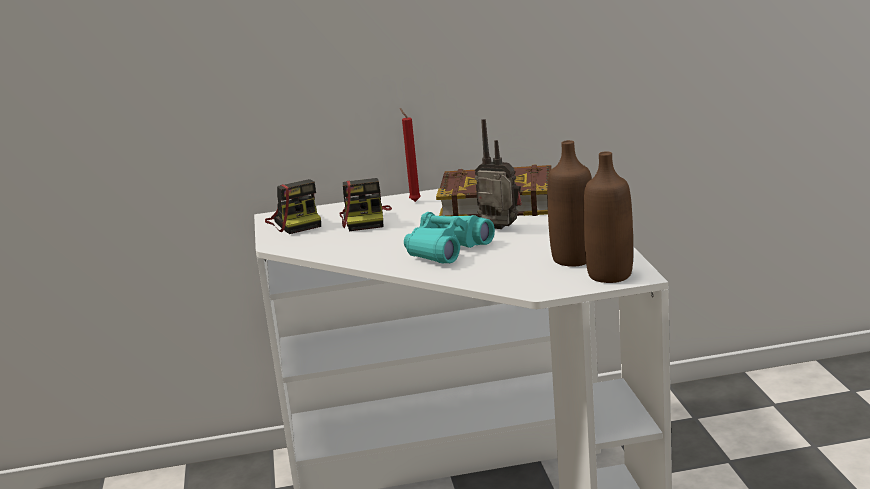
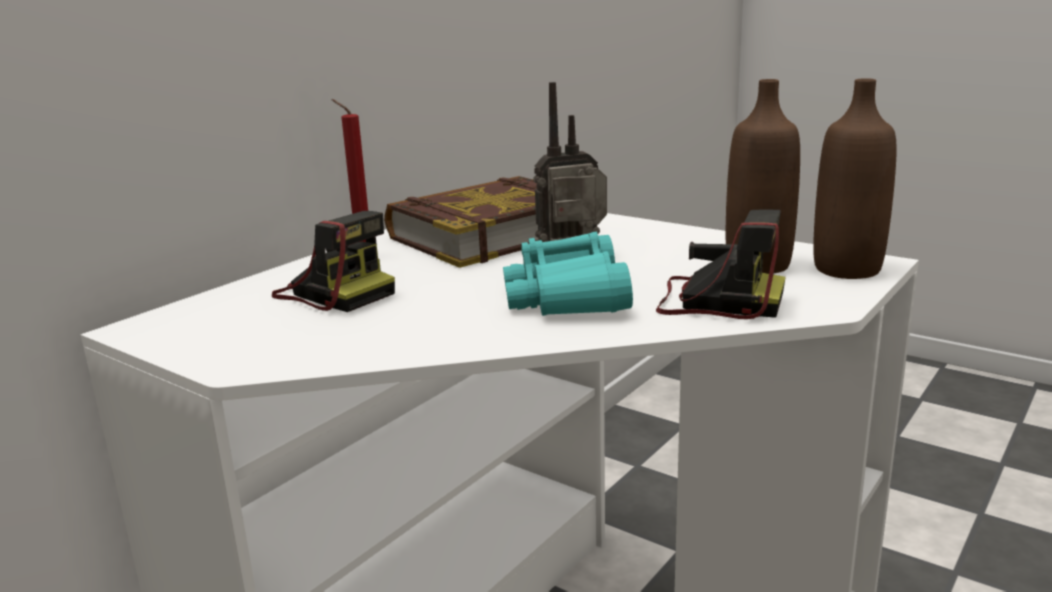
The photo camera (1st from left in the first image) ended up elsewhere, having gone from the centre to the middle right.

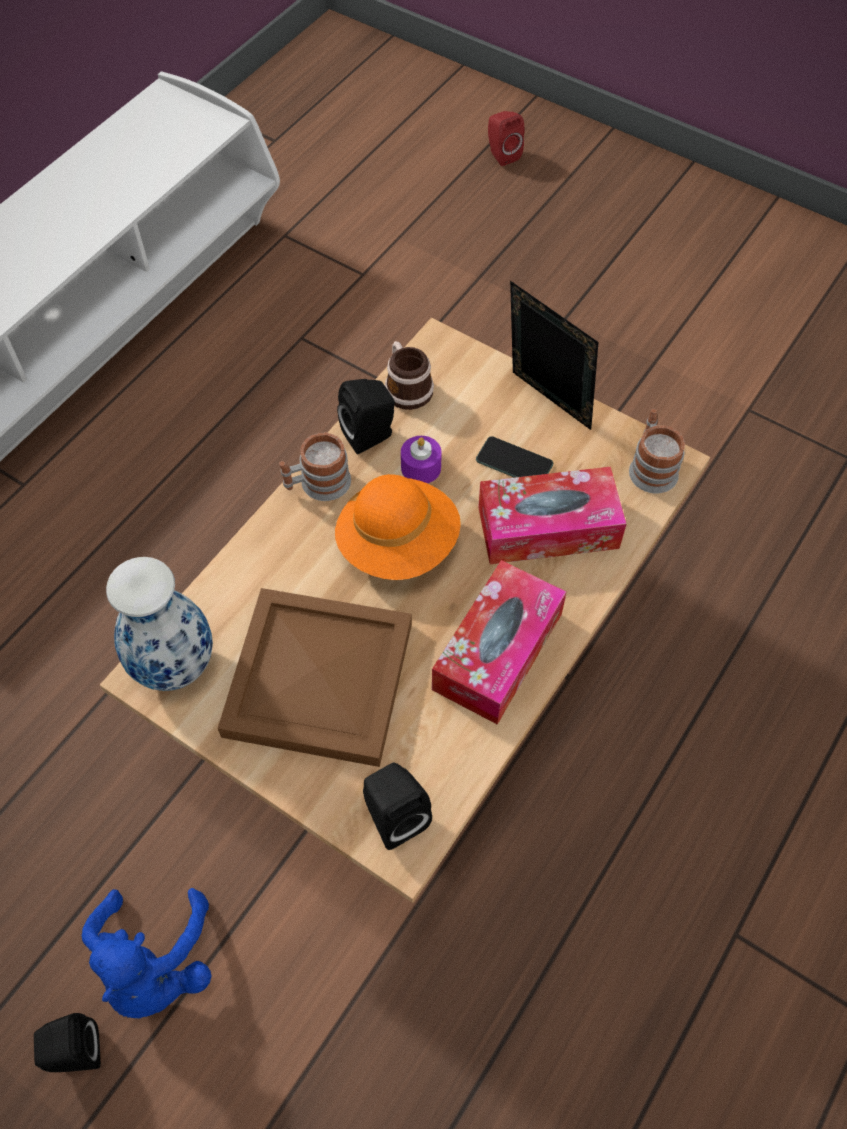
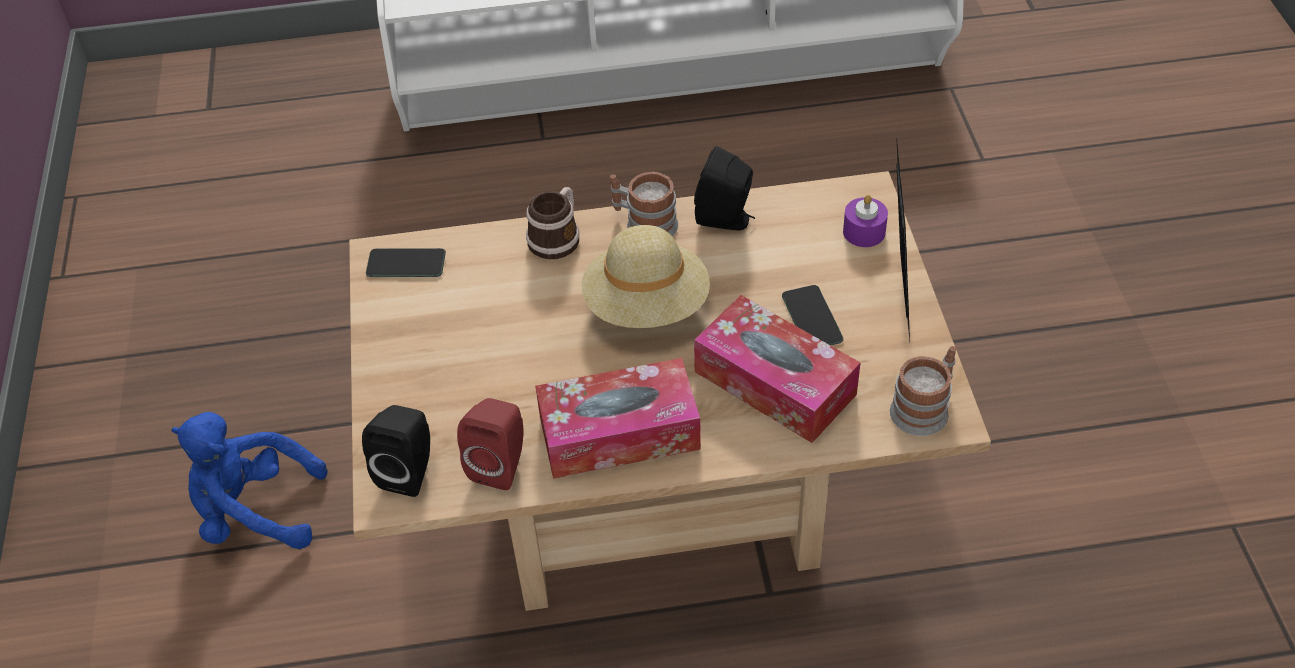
The second view lost the black speaker (1st from left) at the bottom left. The blue plush toy at the bottom left ended up facing another way, 45 degrees clockwise from before. Where the vase stood at the middle left, the phone (1st from left) came to stand at the middle left. The second view lost the brown tray at the centre. What was the orange hat at the centre turned into the beige hat at the centre. The mug (2nd from left in the first image) ended up elsewhere, having gone from the top centre to the centre. The purple candle ended up elsewhere, having gone from the centre to the top right. The red speaker ended up elsewhere, having gone from the top centre to the centre.

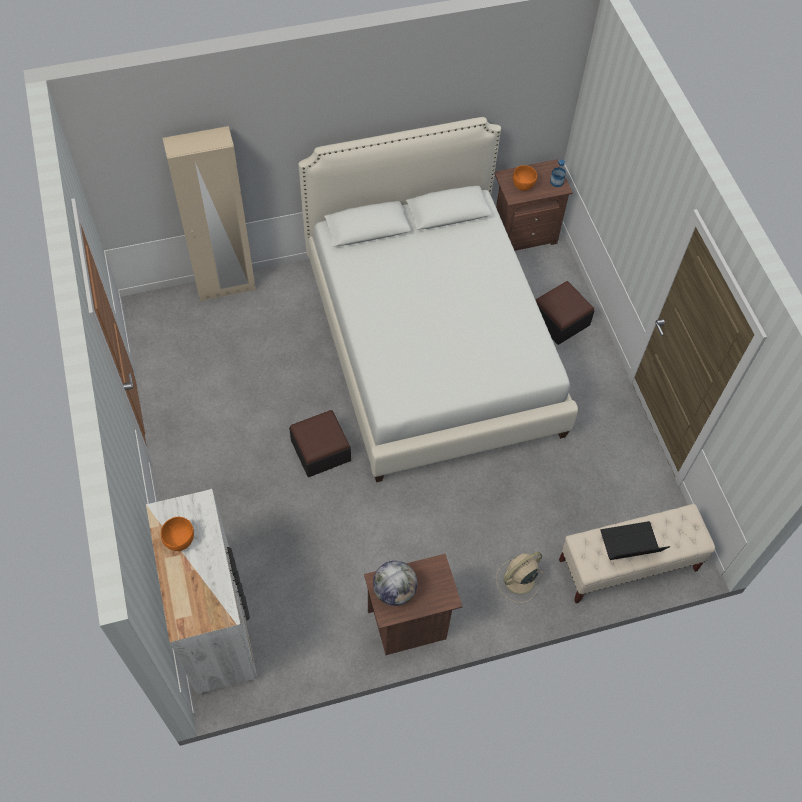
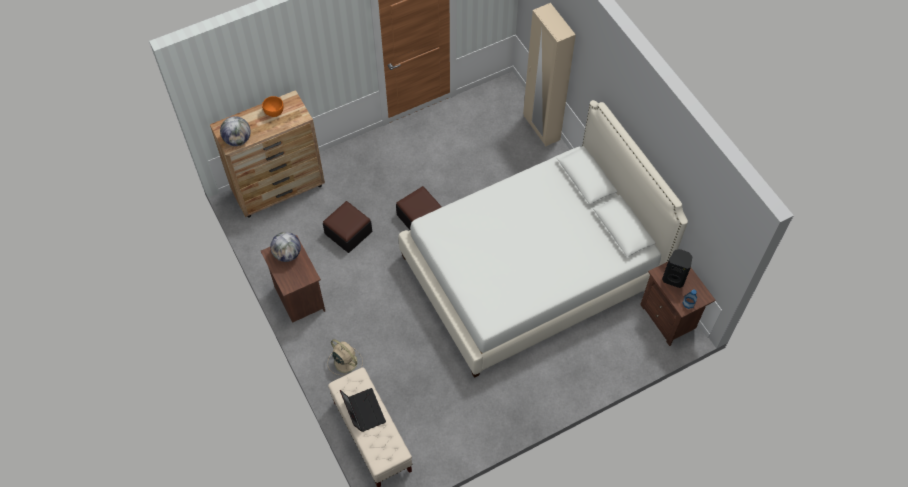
What was the white dresser at the bottom left turned into the brown dresser at the top left. Where the orange bowl (2nd from left) stood at the top centre, the black speaker came to stand at the middle right. The ottoman (2nd from left in the first image) ended up elsewhere, having gone from the middle right to the centre. The second view gained the globe (1st from left) at the top left.

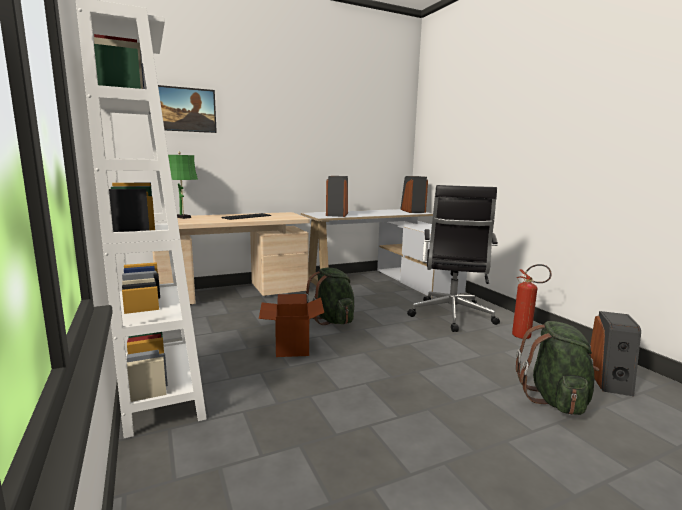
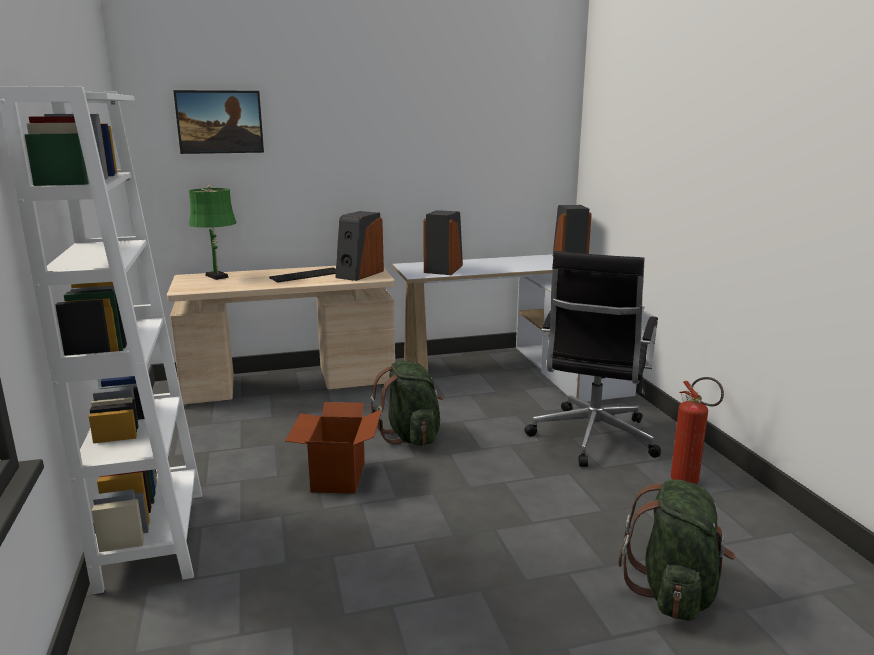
The speaker (3rd from left in the first image) ended up elsewhere, having gone from the bottom right to the centre.

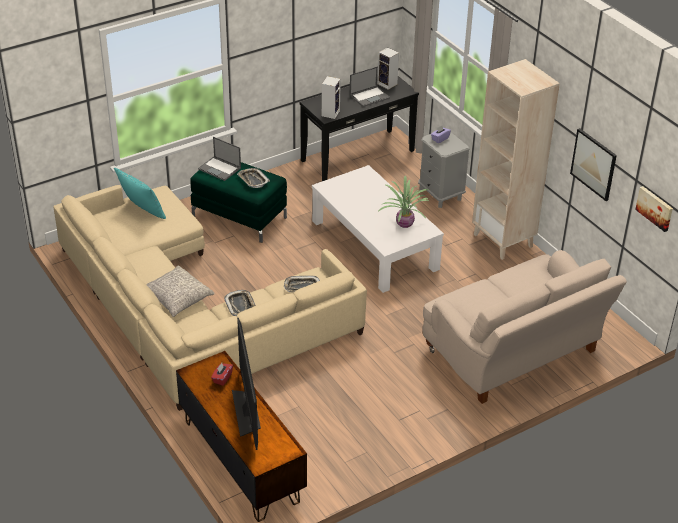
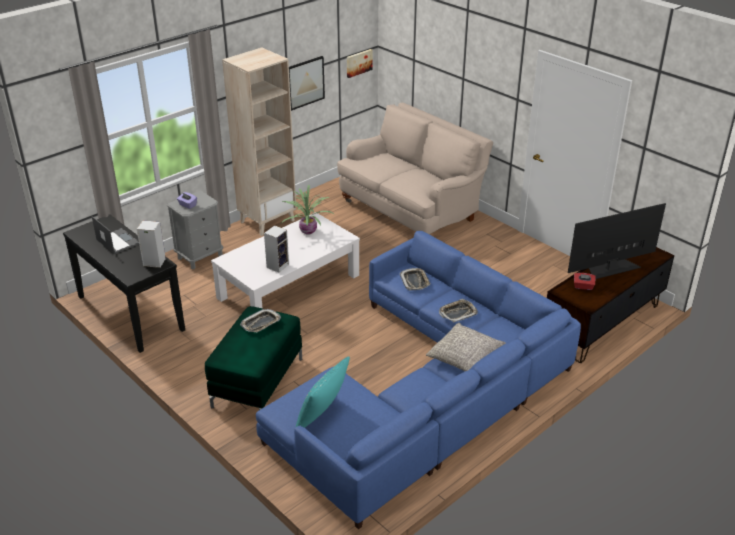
What was the beige sofa (1st from left) at the middle left turned into the blue sofa at the bottom centre. The second view lost the laptop (1st from left) at the top left. The speaker (2nd from left) ended up elsewhere, having gone from the top centre to the centre.

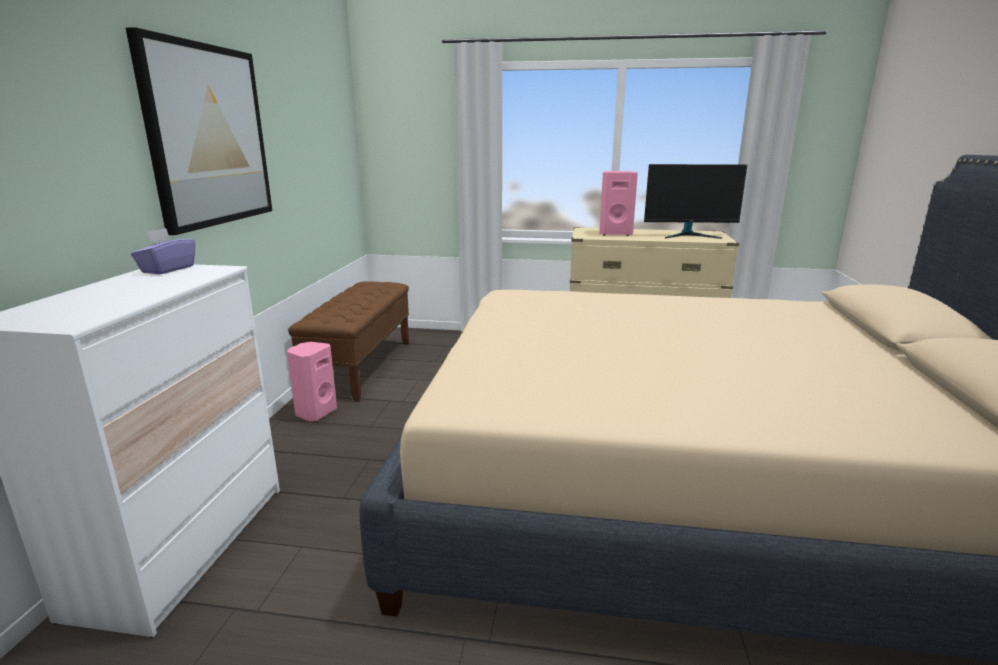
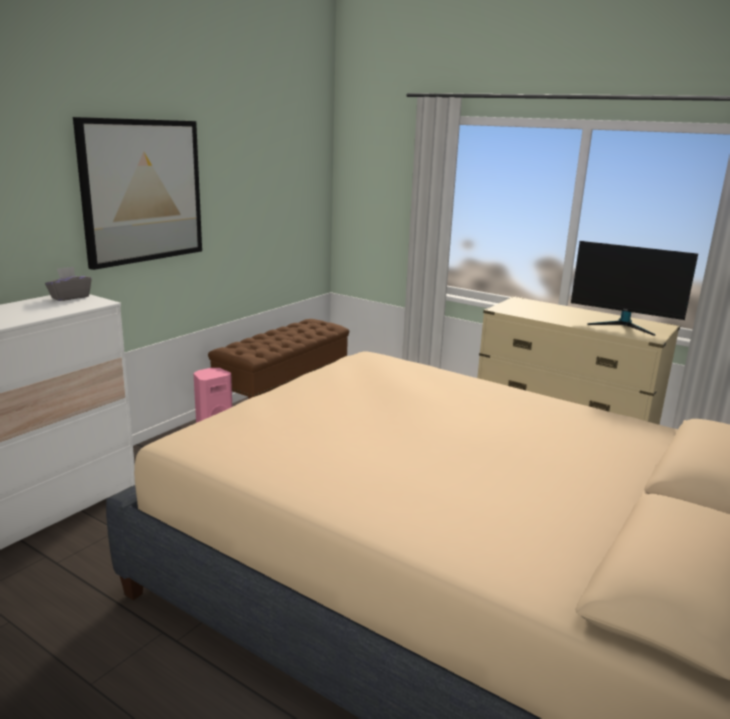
What was the purple tissue box at the middle left turned into the grey tissue box at the middle left. The second view lost the pink speaker (2nd from left) at the top centre.

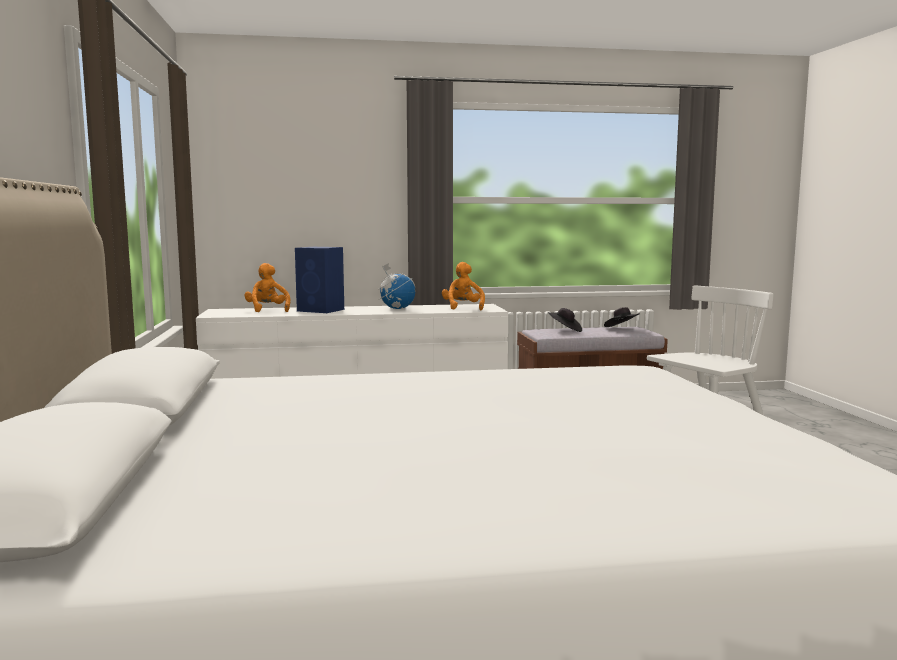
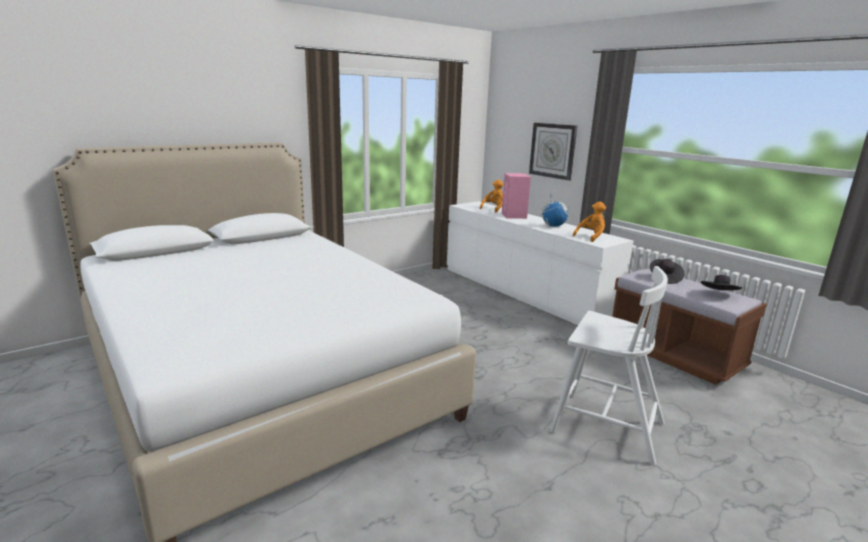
What was the blue speaker at the centre turned into the pink speaker at the centre. The second view gained the wall clock at the top centre.

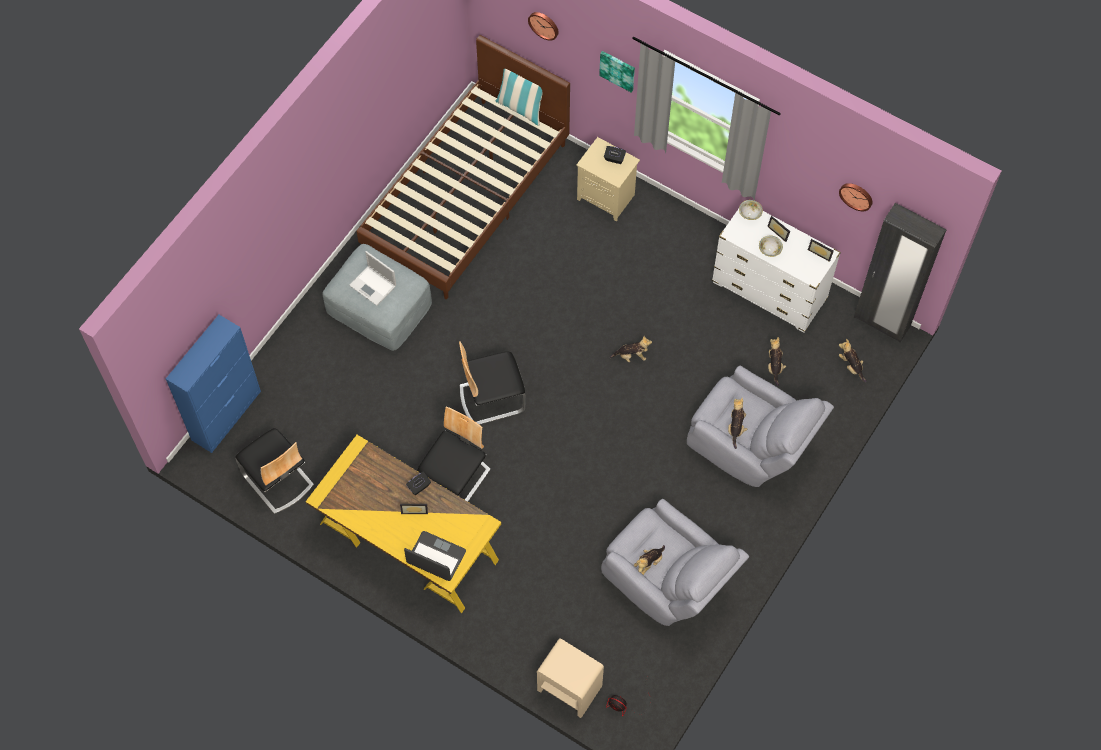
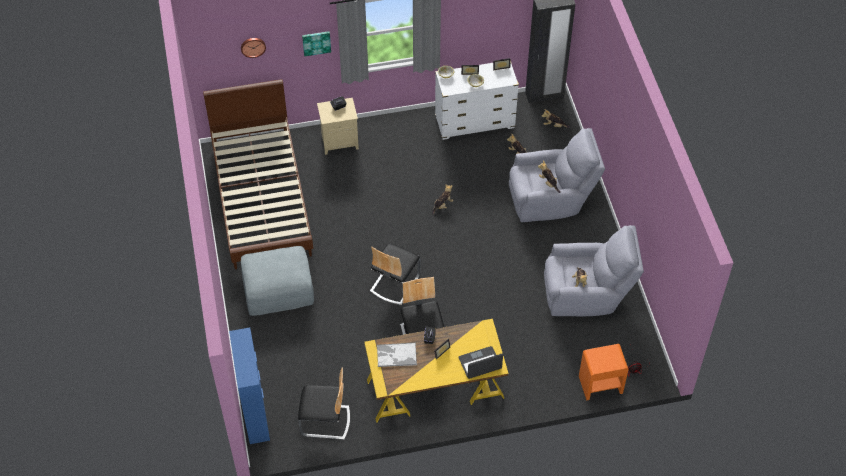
The second view lost the laptop (1st from left) at the centre. The second view lost the pillow at the top centre. What was the beige nightstand (1st from left) at the bottom centre turned into the orange nightstand at the bottom right. The second view lost the wall clock (2nd from left) at the top right. The second view gained the tray at the bottom centre.

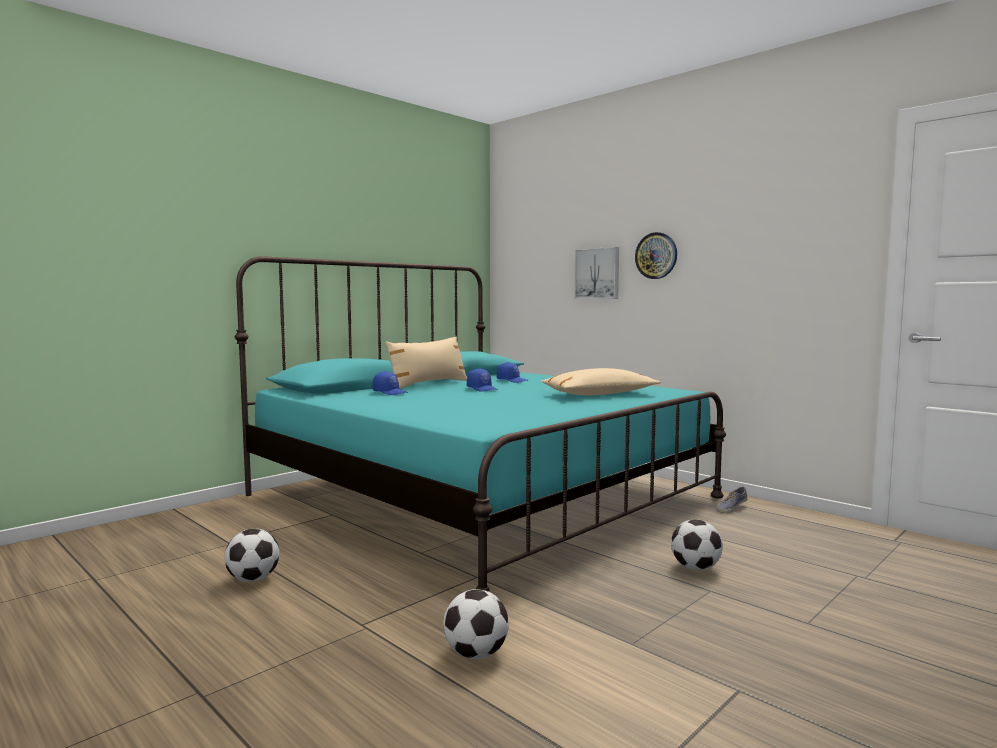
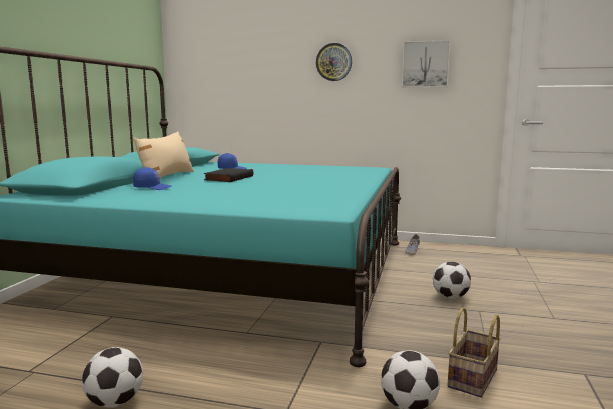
Where the blue cap (2nd from left) stood at the centre, the black book came to stand at the centre. The second view lost the beige pillow (2nd from left) at the centre. The picture ended up elsewhere, having gone from the centre to the top right. The second view gained the basket at the bottom right.

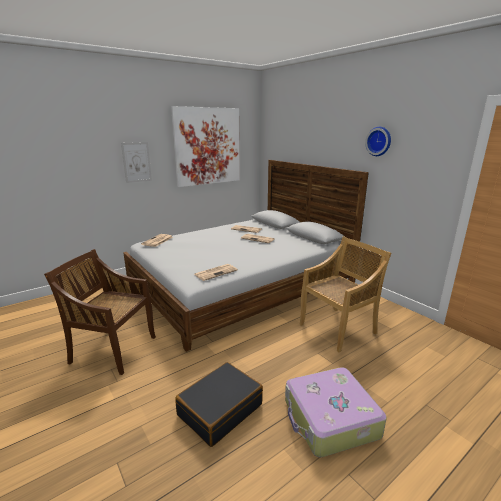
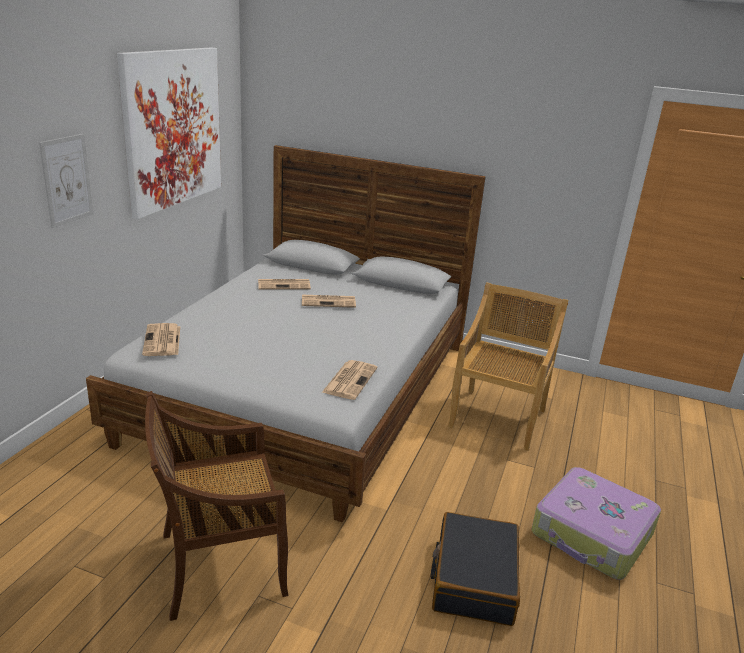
The second view lost the wall clock at the top right.

